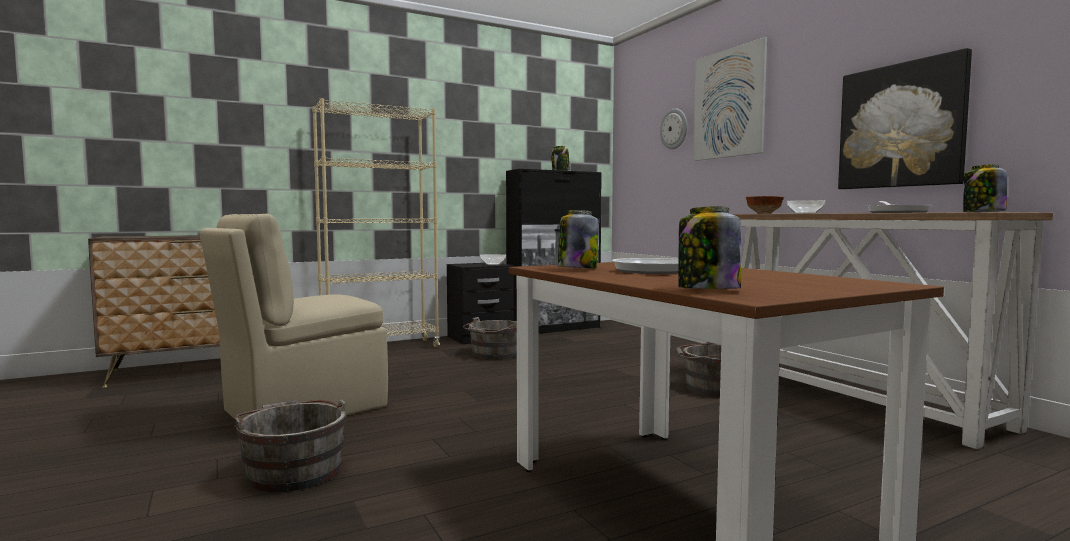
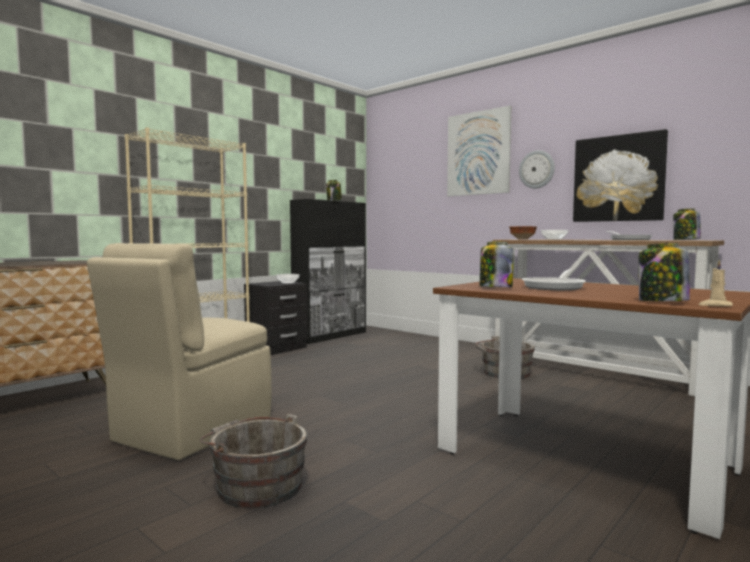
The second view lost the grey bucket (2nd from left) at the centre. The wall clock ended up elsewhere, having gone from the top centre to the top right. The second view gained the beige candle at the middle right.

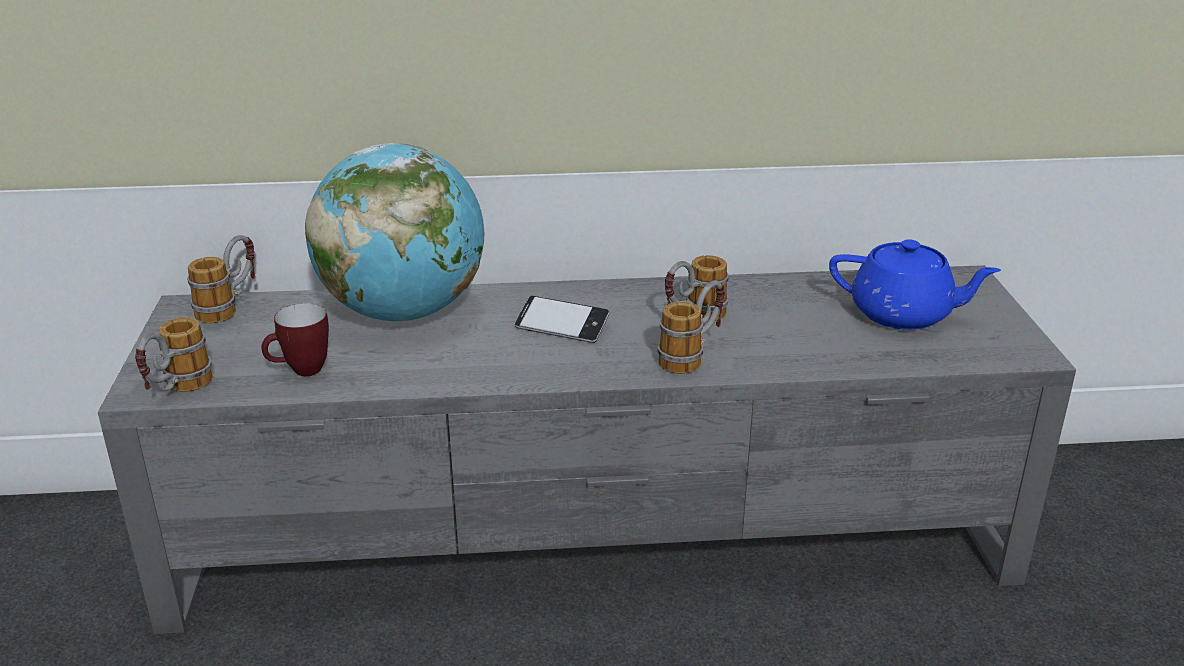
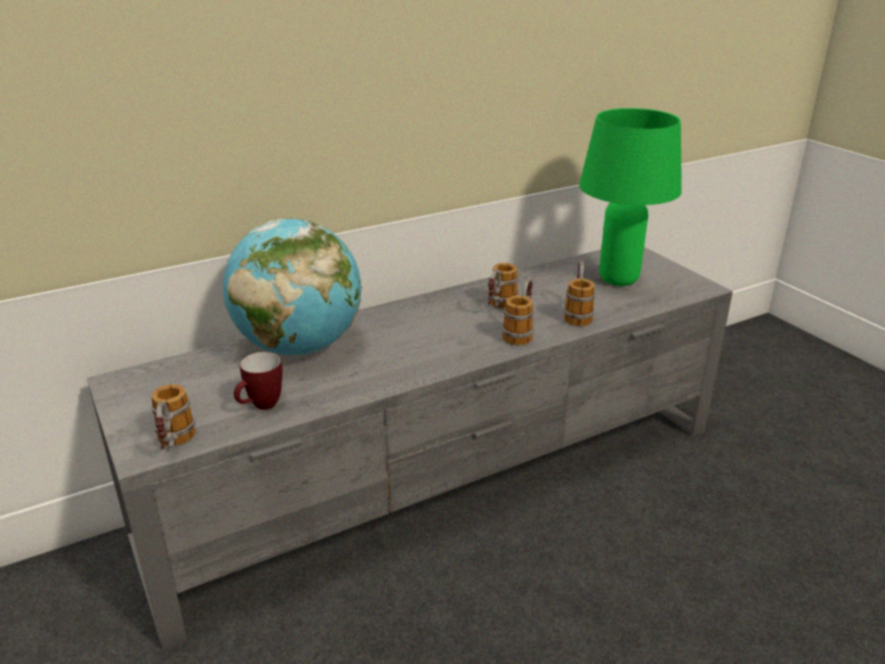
The mug (2nd from left in the first image) ended up elsewhere, having gone from the middle left to the centre. The second view lost the phone at the centre. Where the blue teapot stood at the middle right, the green table lamp came to stand at the top right.

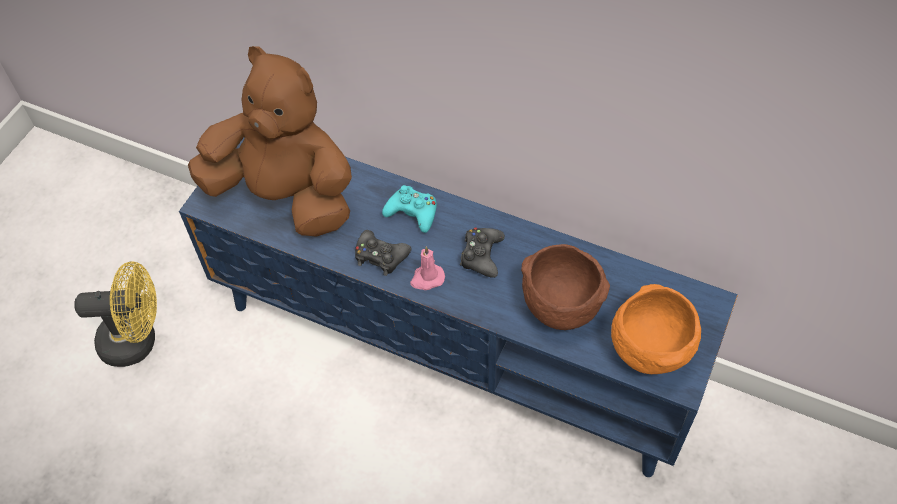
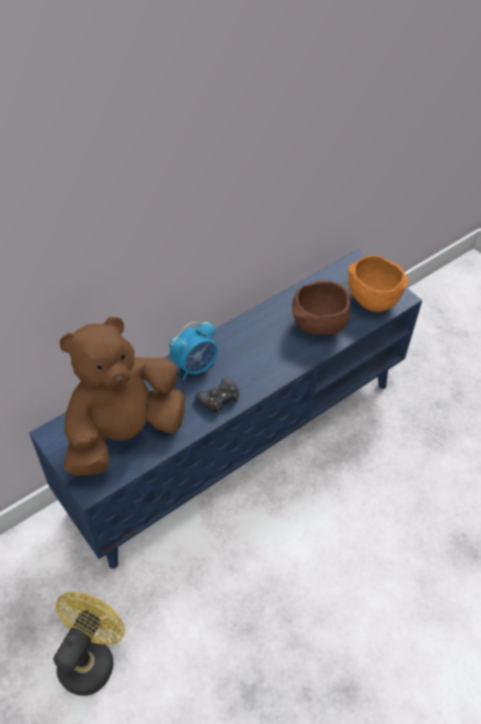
Where the turquoise game controller stood at the centre, the alarm clock came to stand at the centre. The second view lost the pink candle at the centre. The second view lost the black game controller (2nd from left) at the centre.

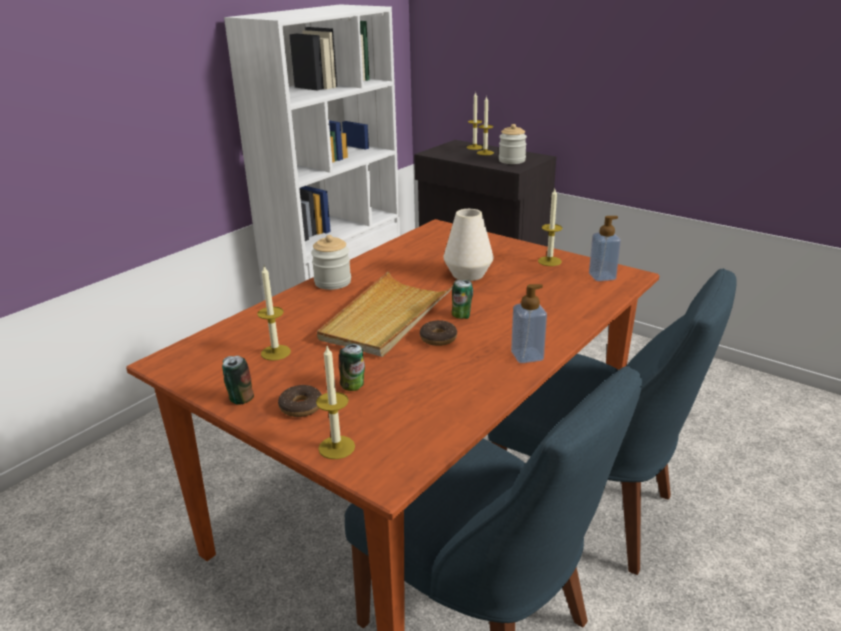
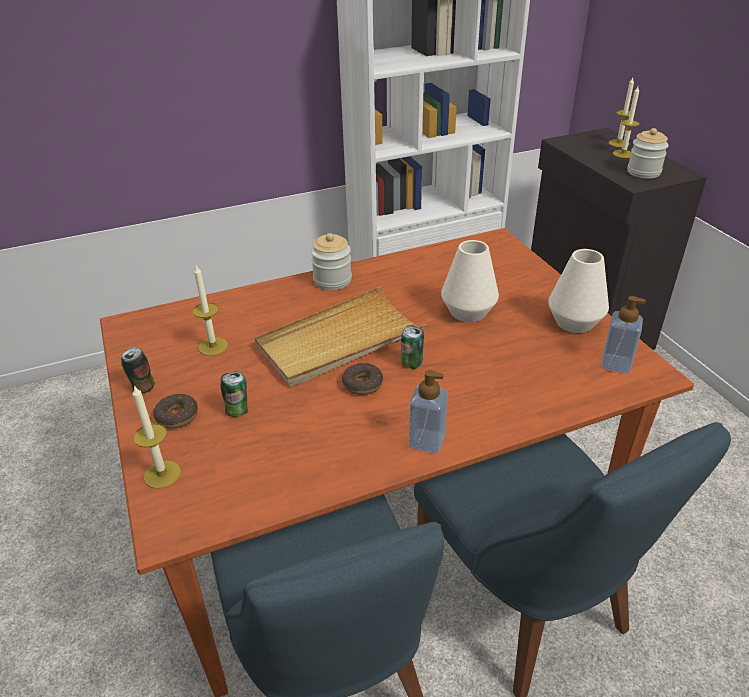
Where the candle (5th from left) stood at the centre, the white vase (2nd from left) came to stand at the middle right.

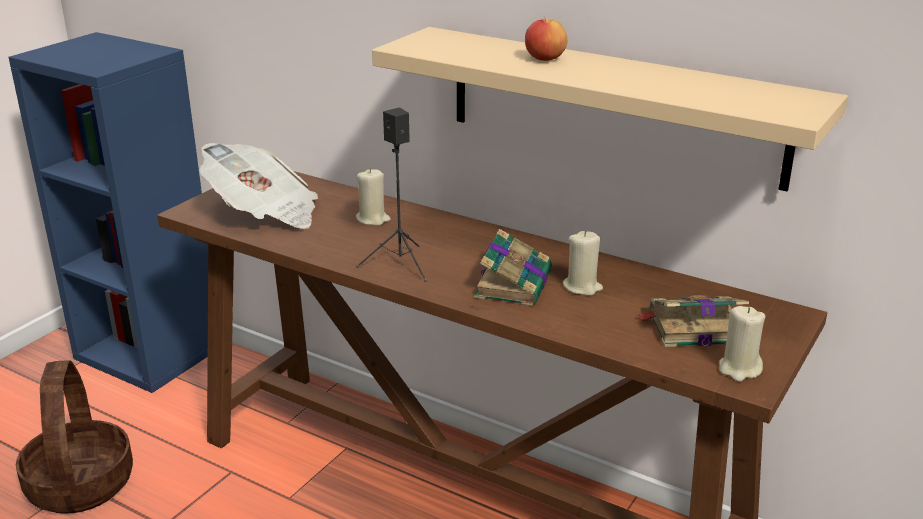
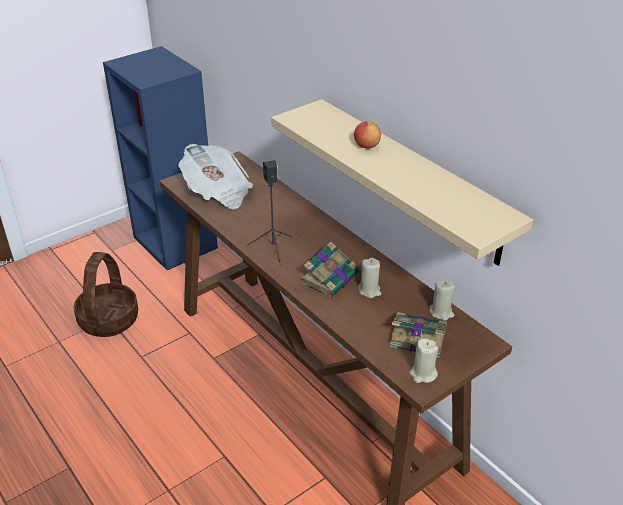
The beige candle (1st from left in the first image) ended up elsewhere, having gone from the centre to the middle right.

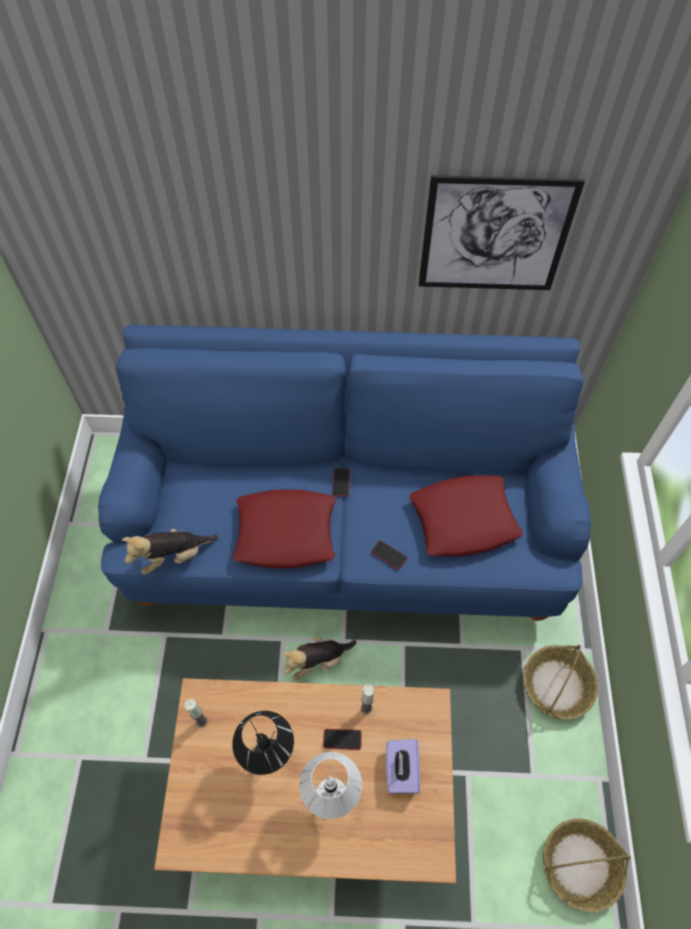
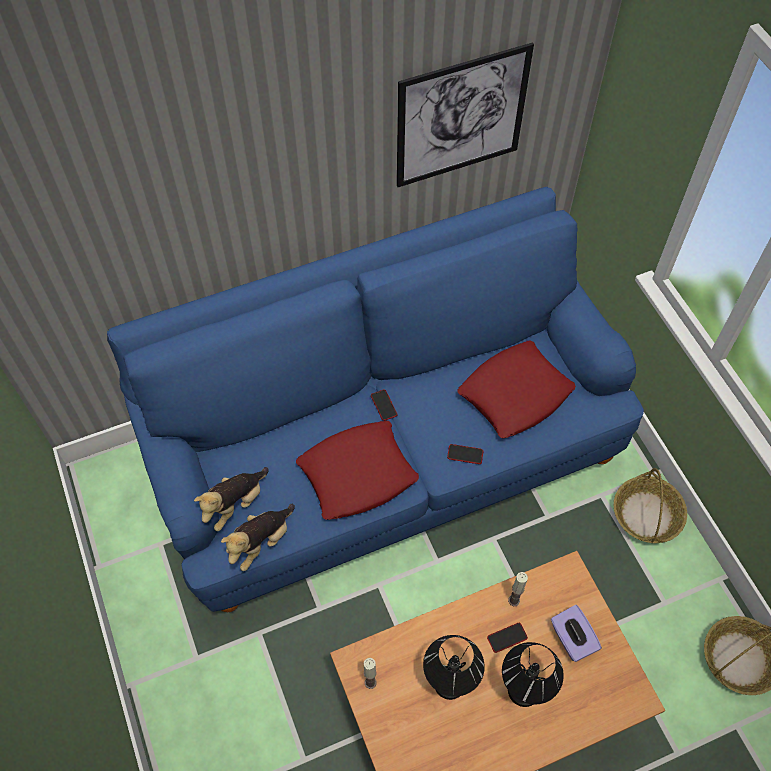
The plush toy (2nd from left in the first image) ended up elsewhere, having gone from the bottom centre to the middle left. What was the white table lamp at the bottom centre turned into the black table lamp (2nd from left) at the bottom right.

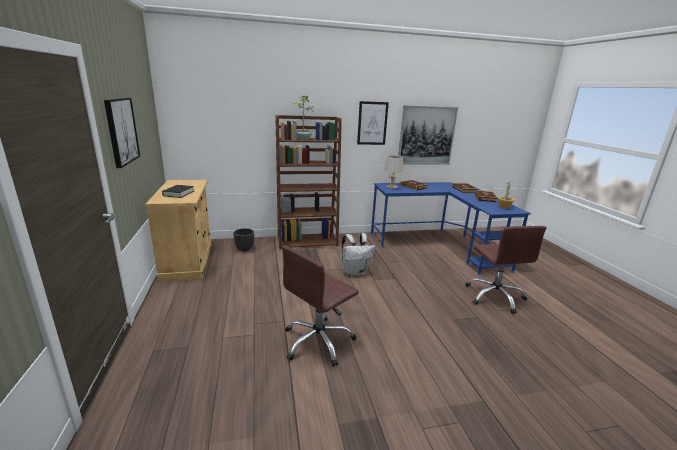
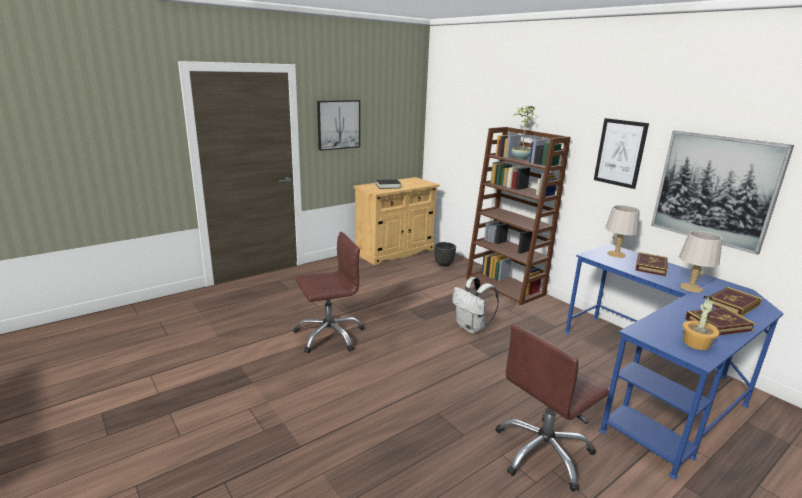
The brown office chair (1st from left) at the bottom centre ended up facing another way, 135 degrees clockwise from before. The second view gained the grey table lamp (2nd from left) at the middle right.

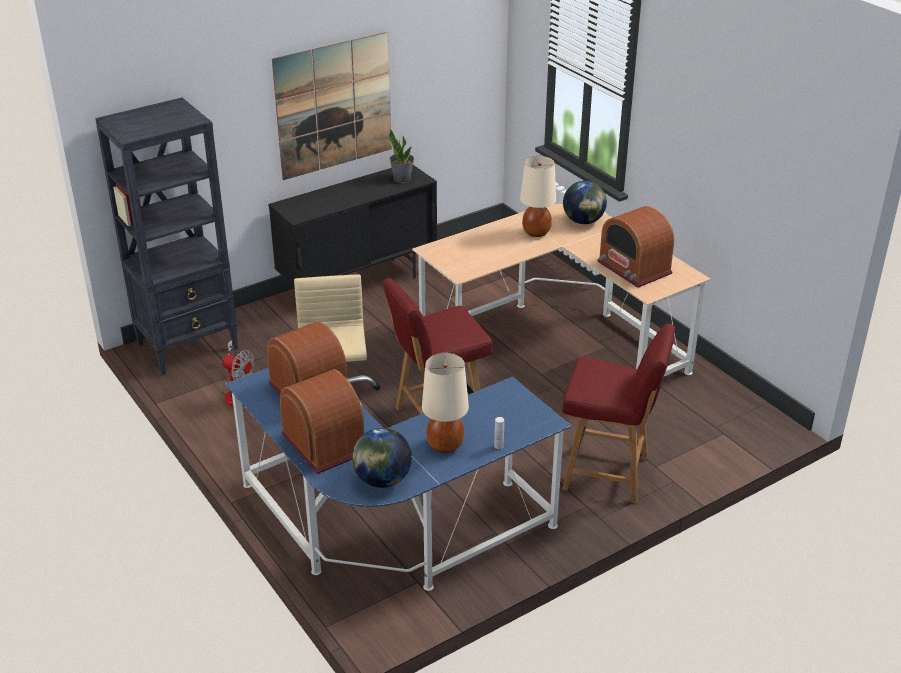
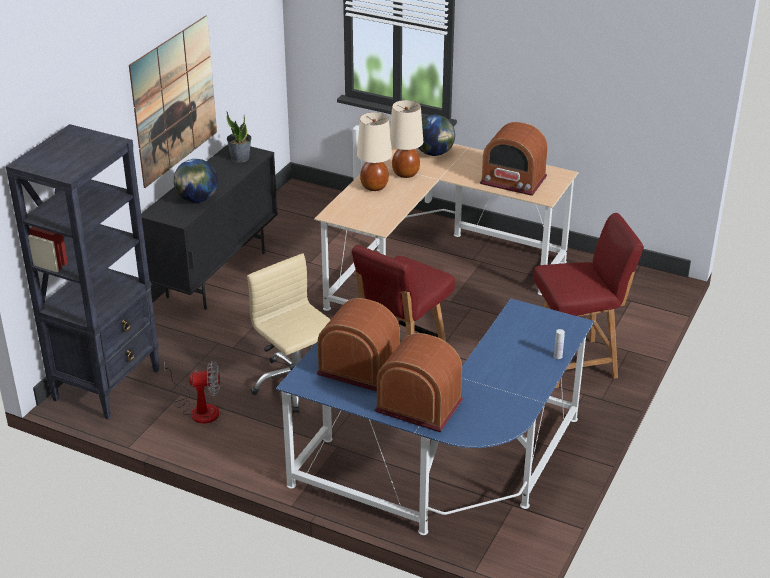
The globe (1st from left) ended up elsewhere, having gone from the bottom centre to the top left. The beige table lamp (1st from left) ended up elsewhere, having gone from the centre to the top centre.

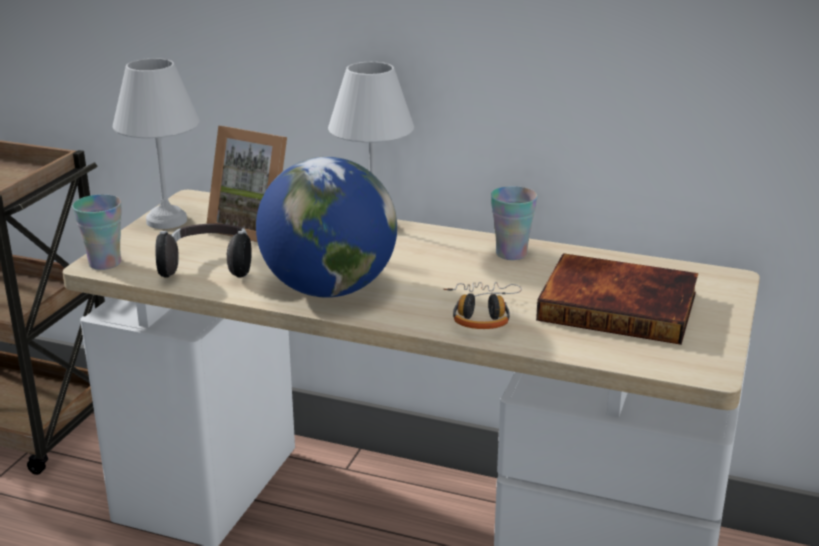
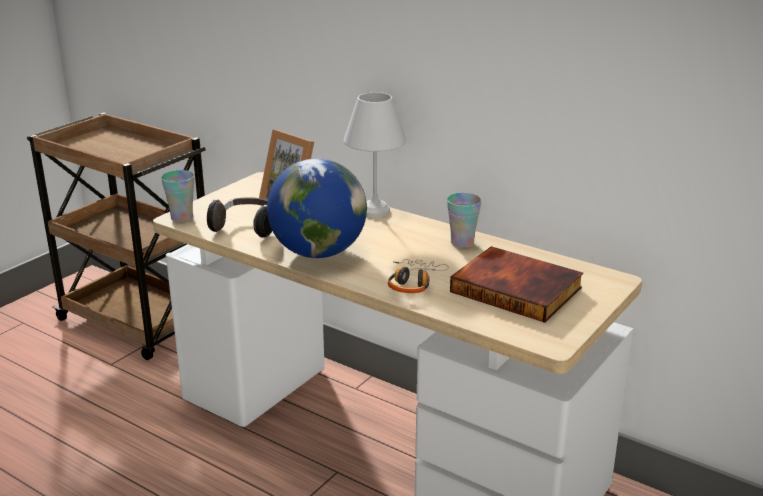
The second view lost the white table lamp (1st from left) at the top left.

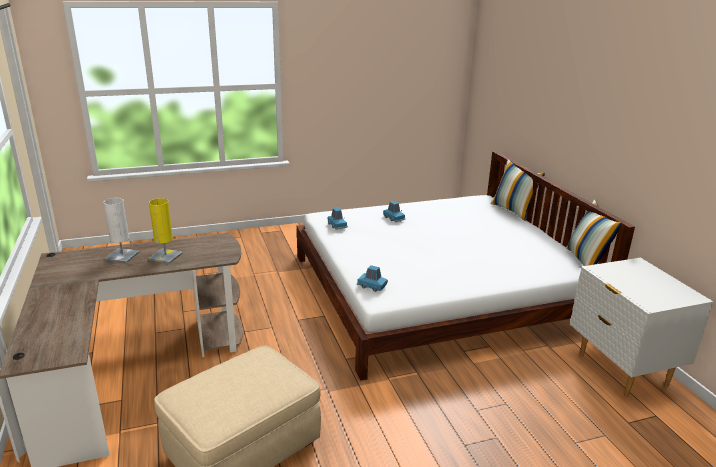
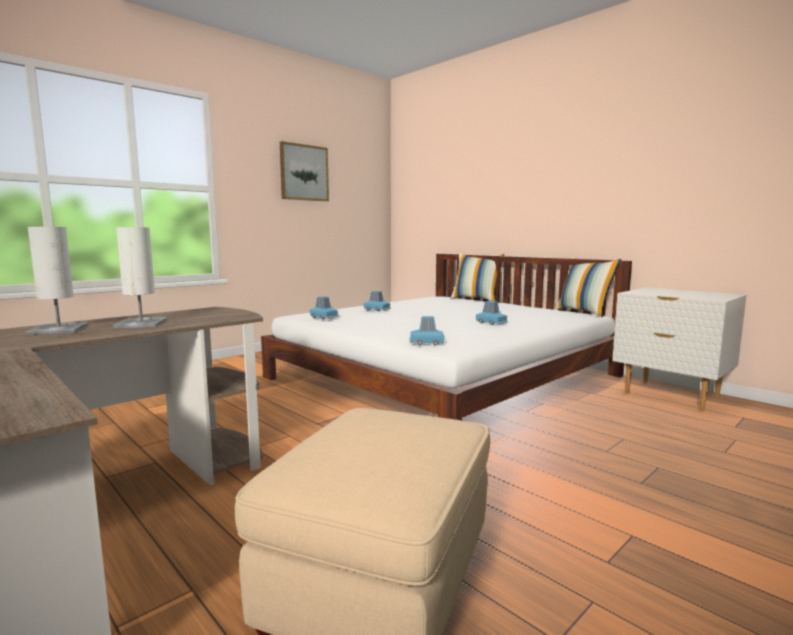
What was the yellow table lamp at the middle left turned into the white table lamp (2nd from left) at the middle left. The second view gained the picture at the top centre. The second view gained the blue toy car (4th from left) at the centre.

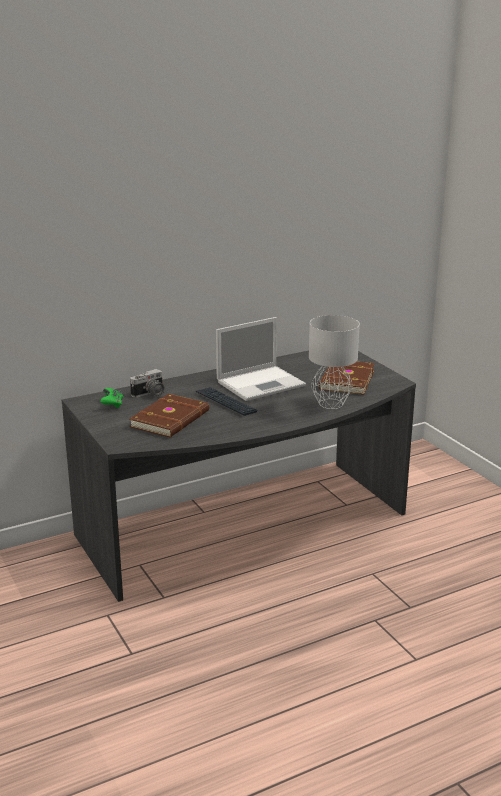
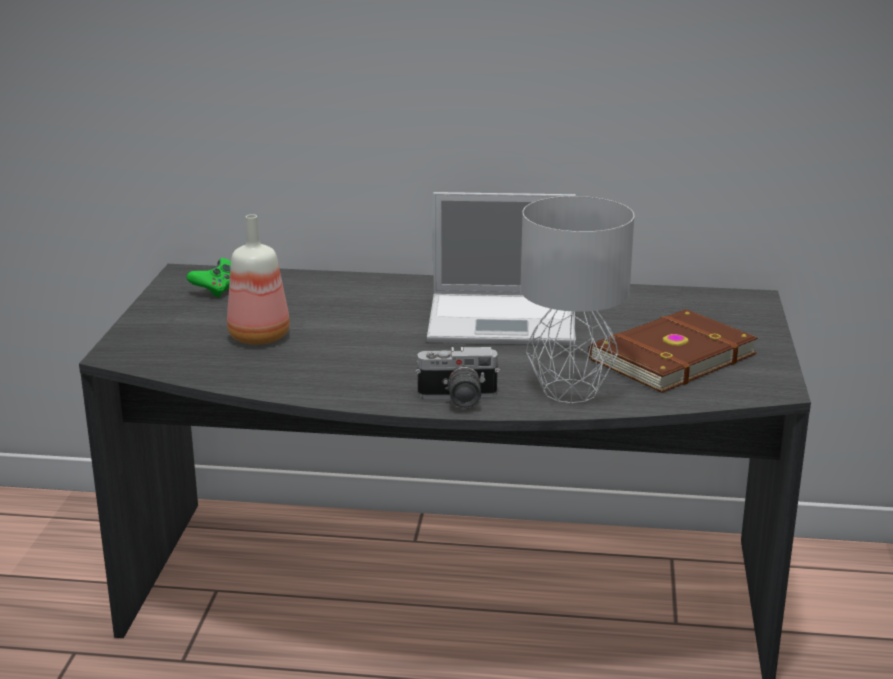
Where the brown book (1st from left) stood at the centre, the bottle came to stand at the middle left. The photo camera ended up elsewhere, having gone from the middle left to the centre. The second view lost the keyboard at the centre.

